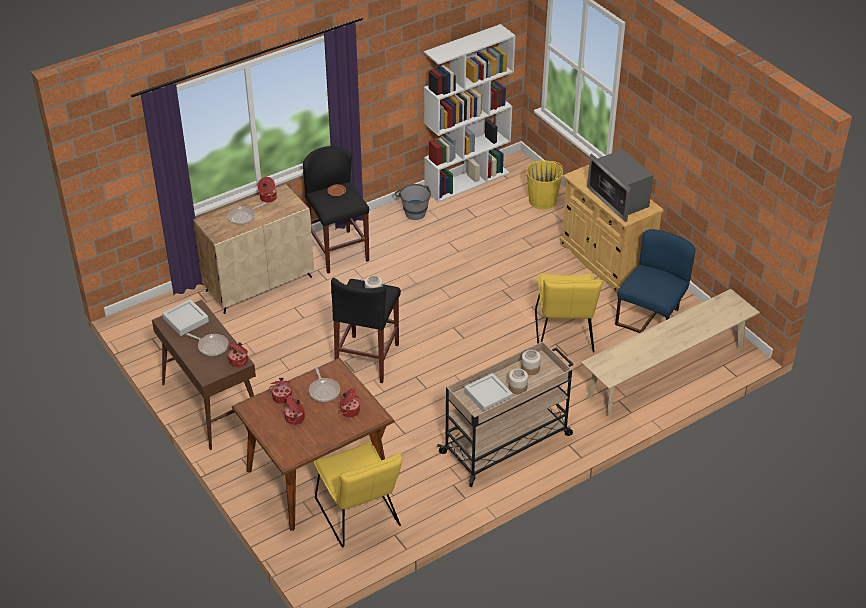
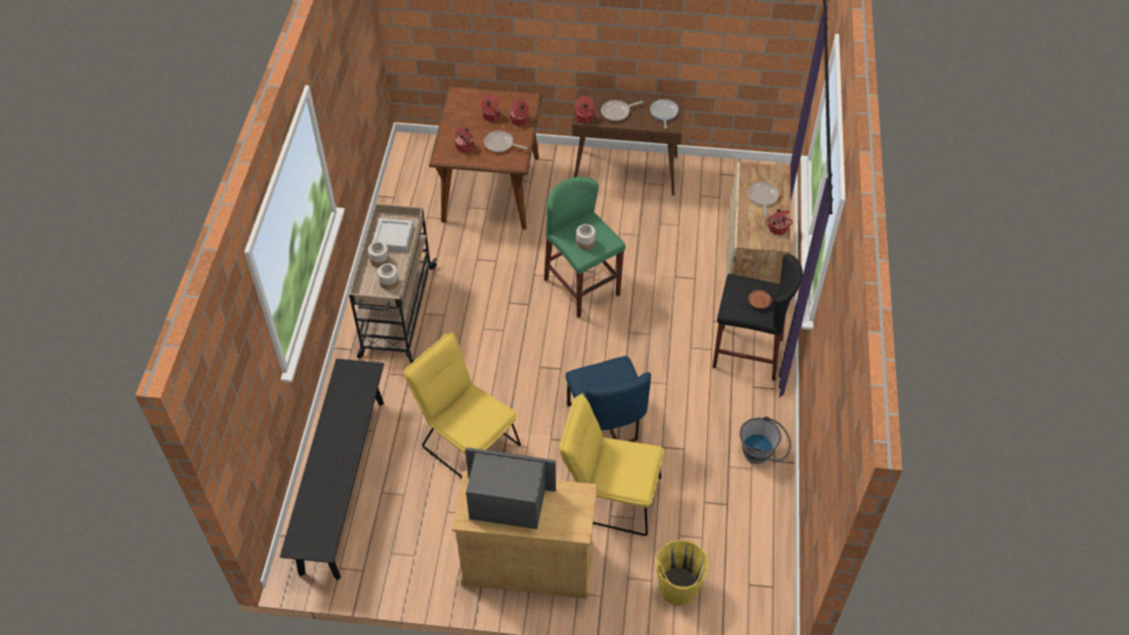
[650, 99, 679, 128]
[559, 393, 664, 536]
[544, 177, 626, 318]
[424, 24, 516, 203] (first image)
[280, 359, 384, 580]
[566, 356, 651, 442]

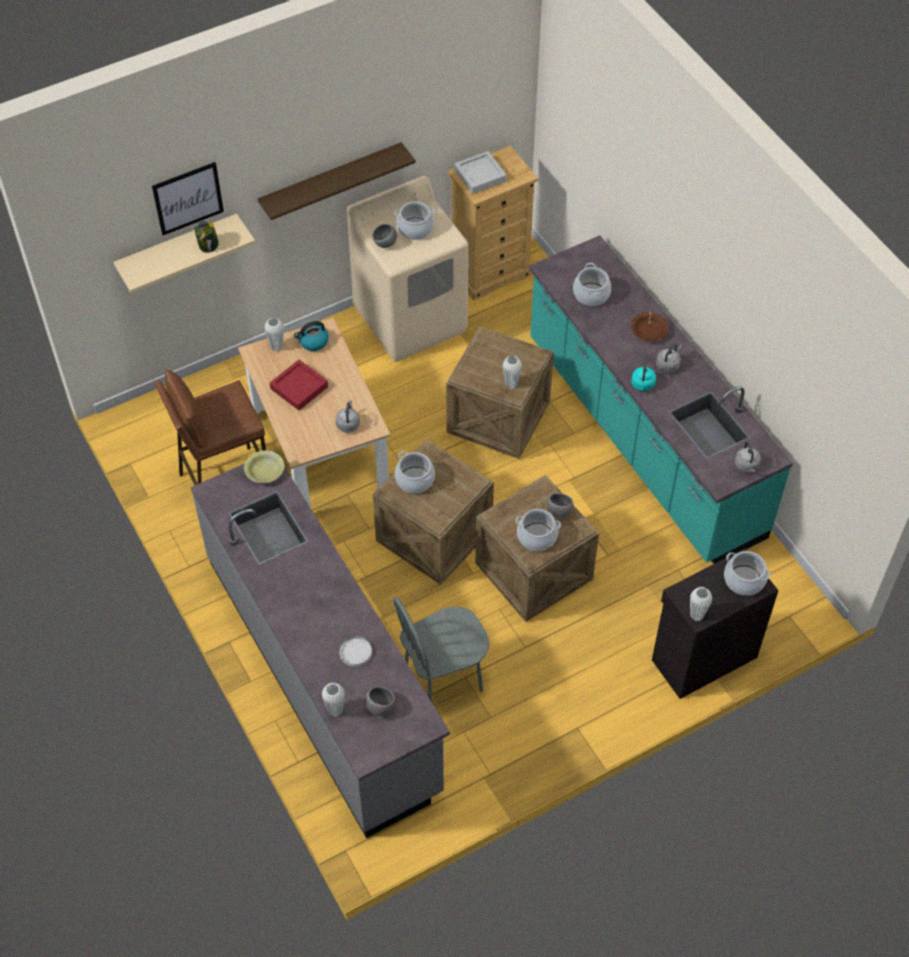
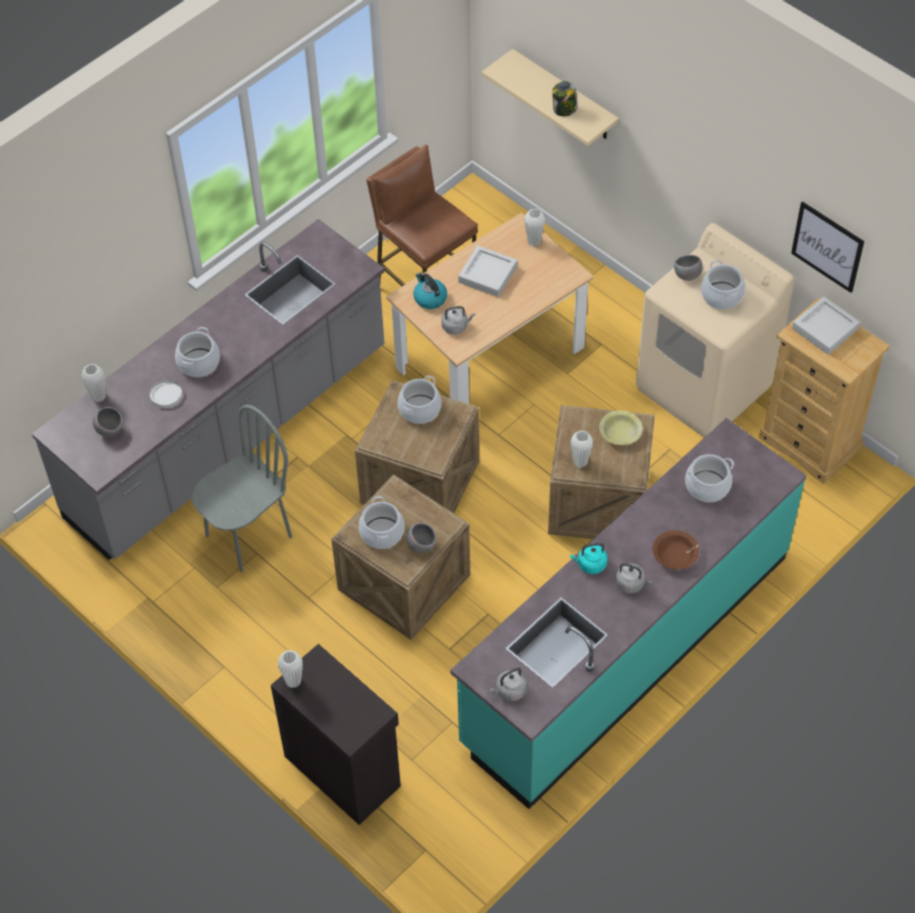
[791, 201, 864, 293]
[599, 410, 643, 445]
[258, 142, 416, 220] (first image)
[458, 246, 517, 297]
[414, 272, 447, 309]
[191, 405, 292, 572]
[175, 327, 220, 377]

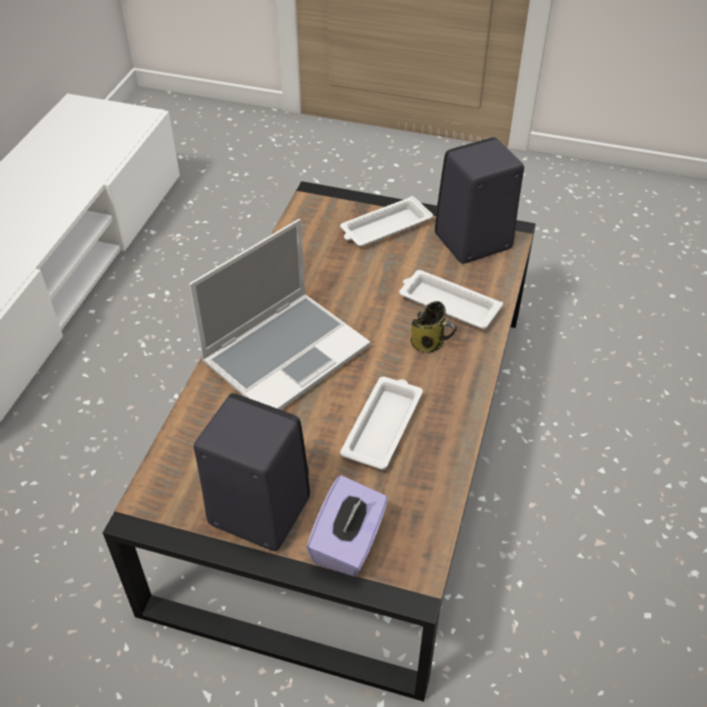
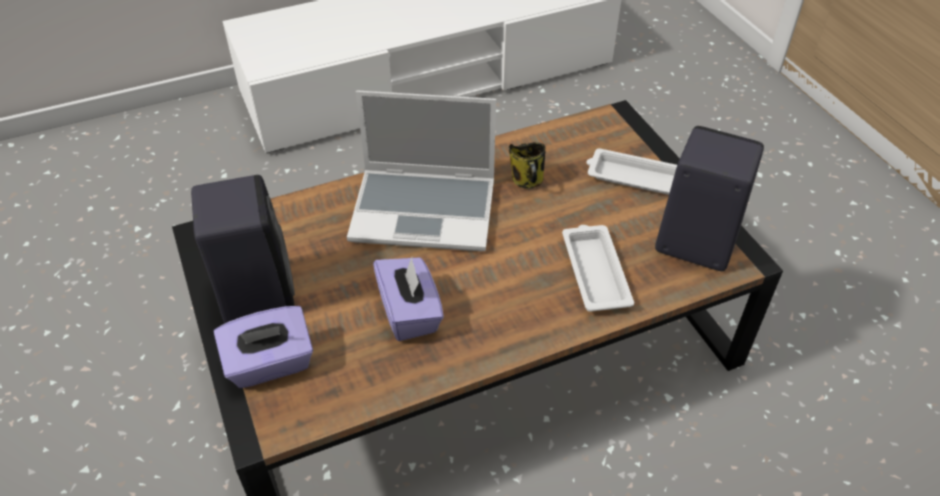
[373, 257, 444, 341]
[509, 142, 546, 189]

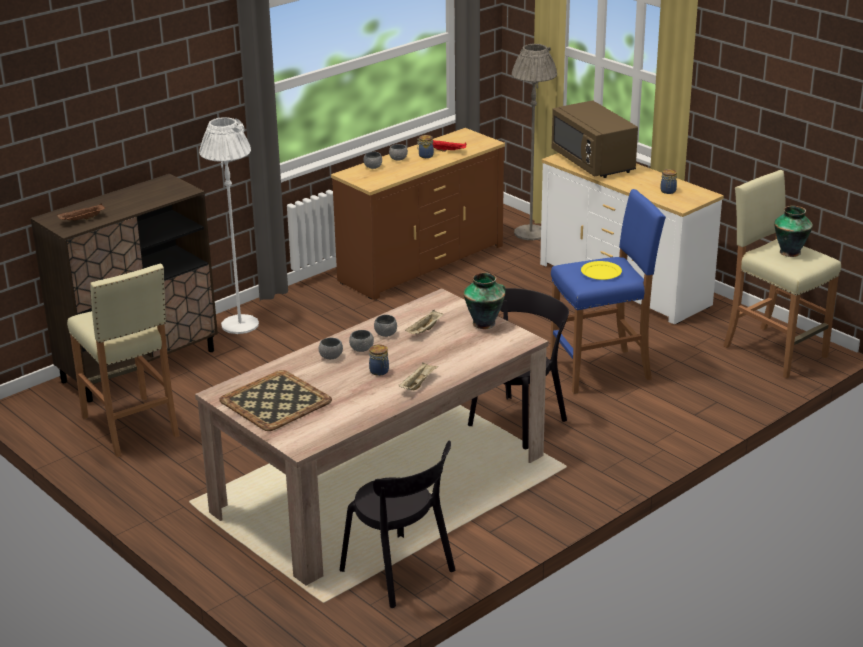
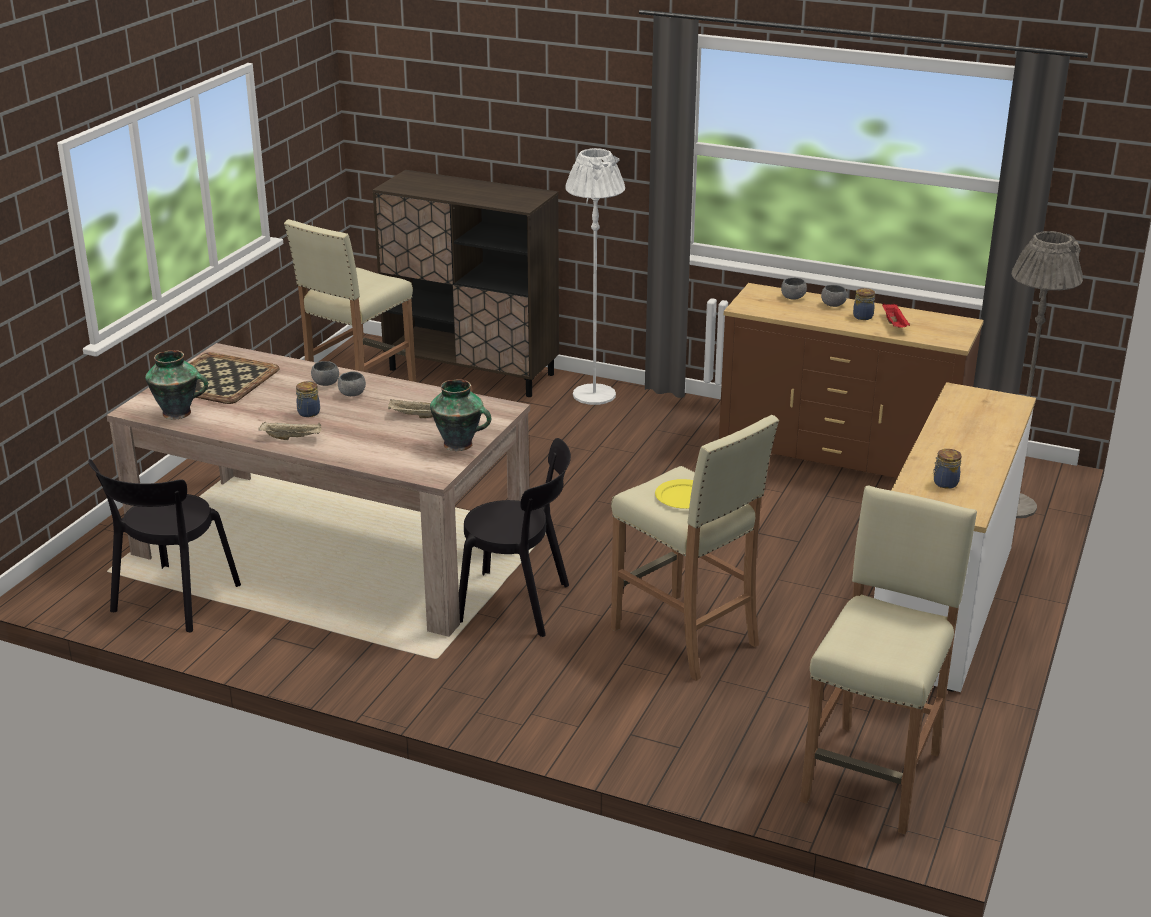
[57, 203, 105, 221] (first image)
[374, 315, 397, 337] (first image)
[611, 415, 779, 681]
[552, 100, 638, 178] (first image)
[145, 350, 208, 420]

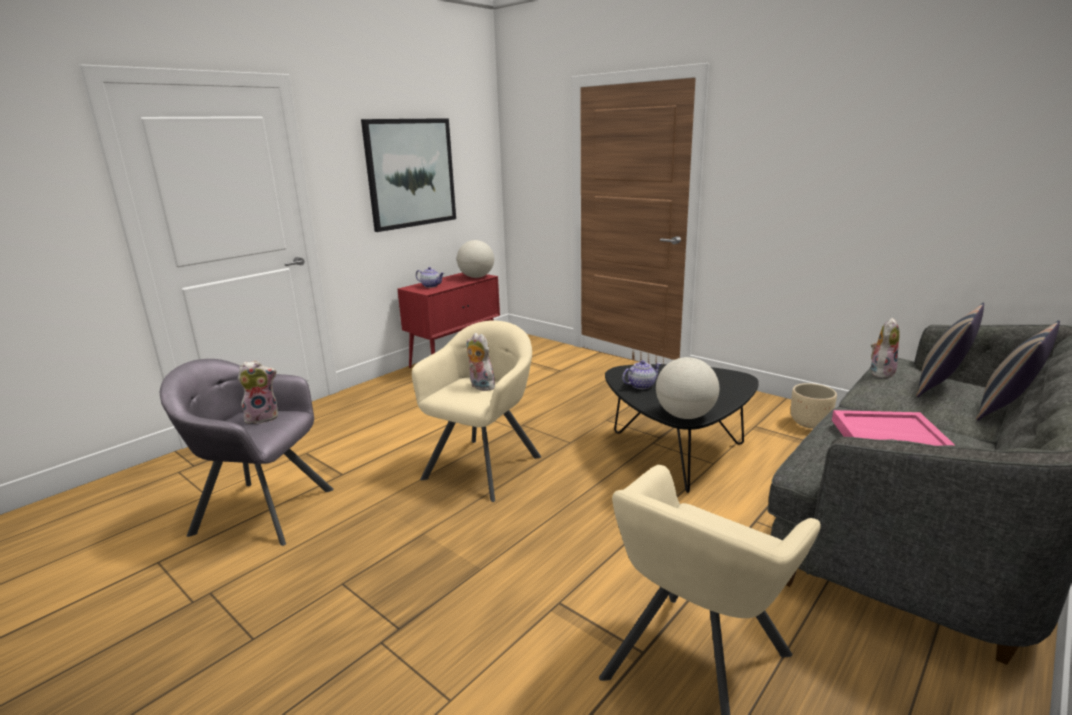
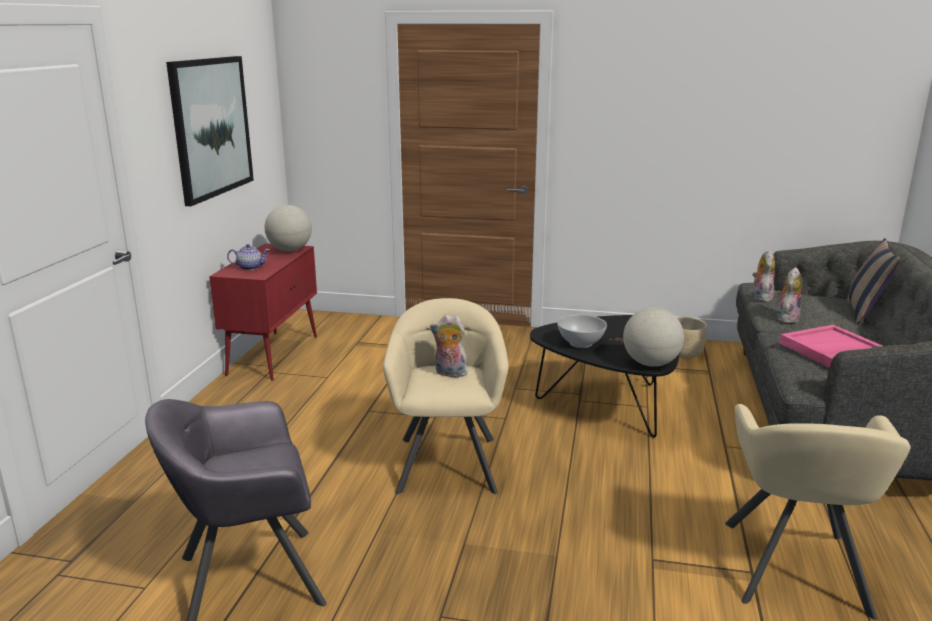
[777, 267, 802, 323]
[557, 314, 607, 348]
[916, 303, 984, 398] (first image)

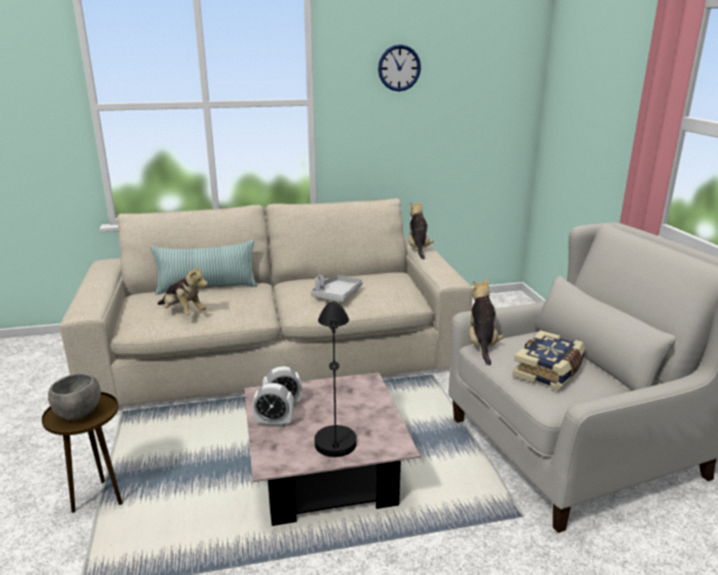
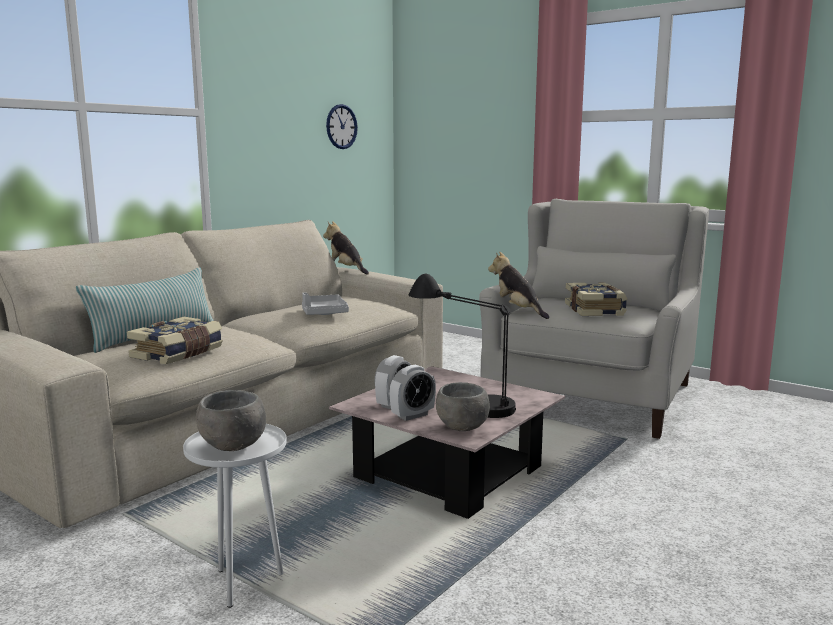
[183, 424, 287, 608]
[127, 317, 223, 364]
[326, 104, 358, 149]
[436, 382, 490, 431]

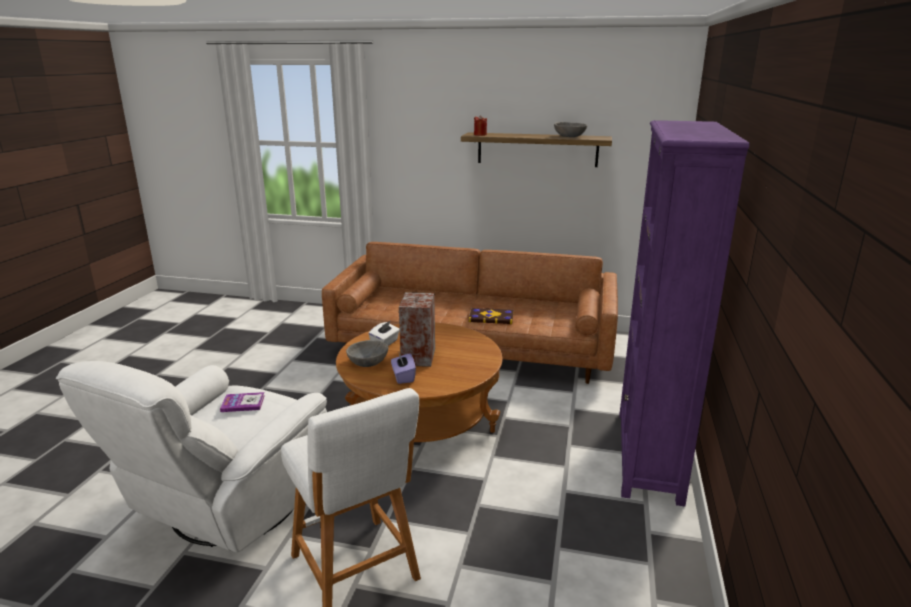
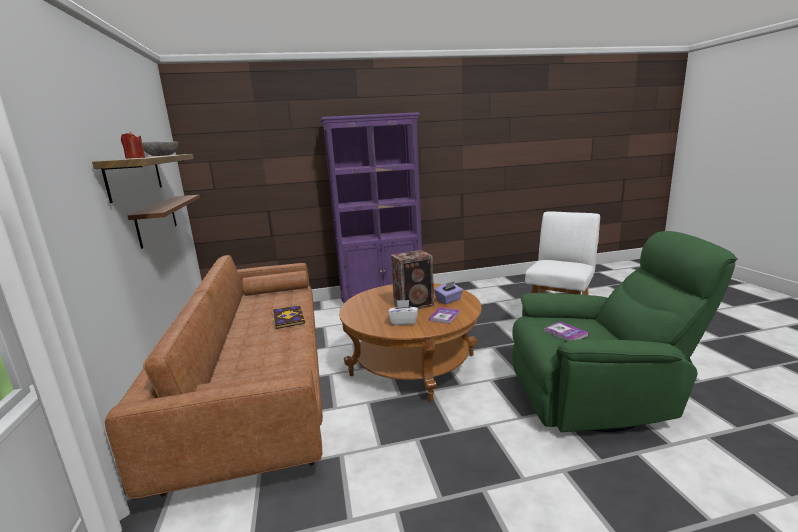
[512, 231, 737, 432]
[429, 307, 460, 324]
[128, 195, 200, 249]

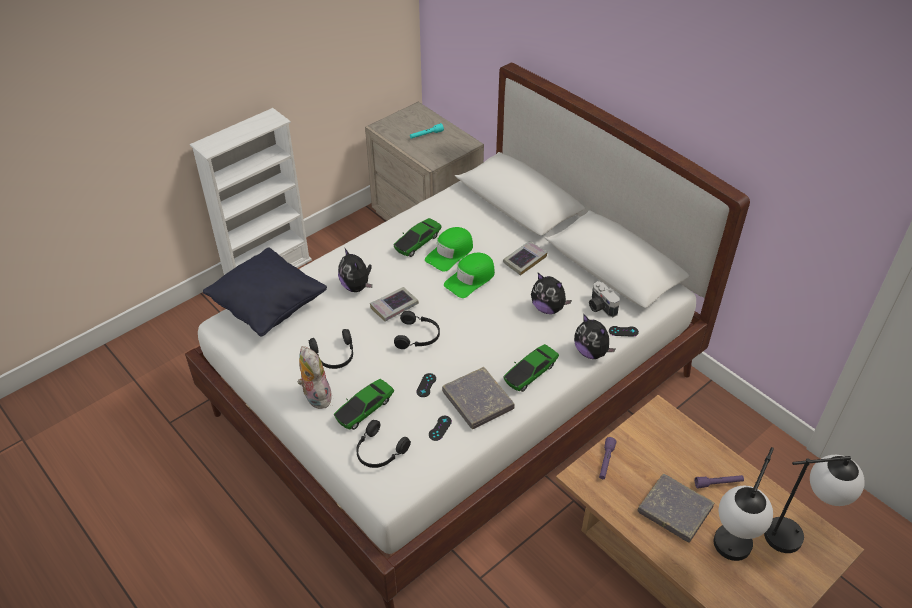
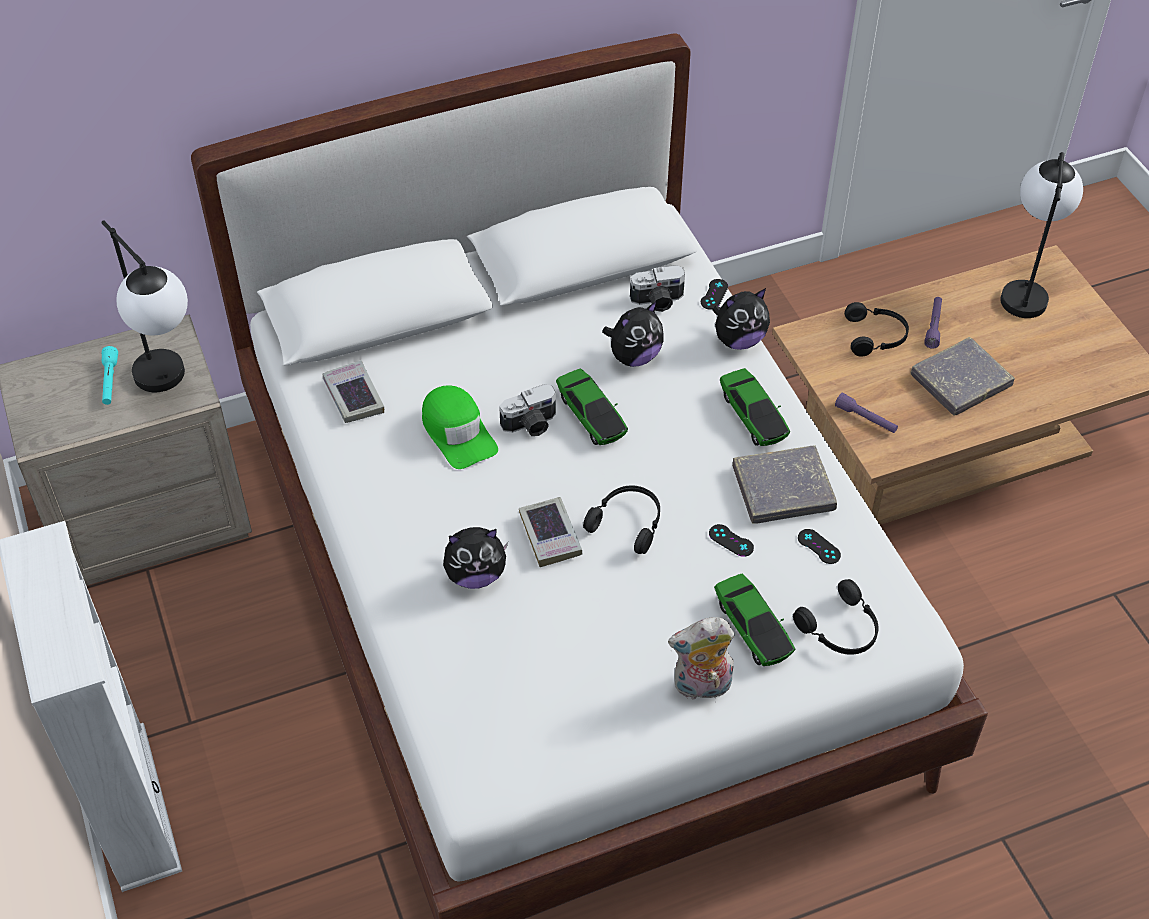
[203, 247, 327, 337] (first image)
[845, 302, 909, 357]
[556, 369, 628, 445]
[499, 384, 556, 436]
[323, 360, 384, 423]
[101, 221, 188, 392]

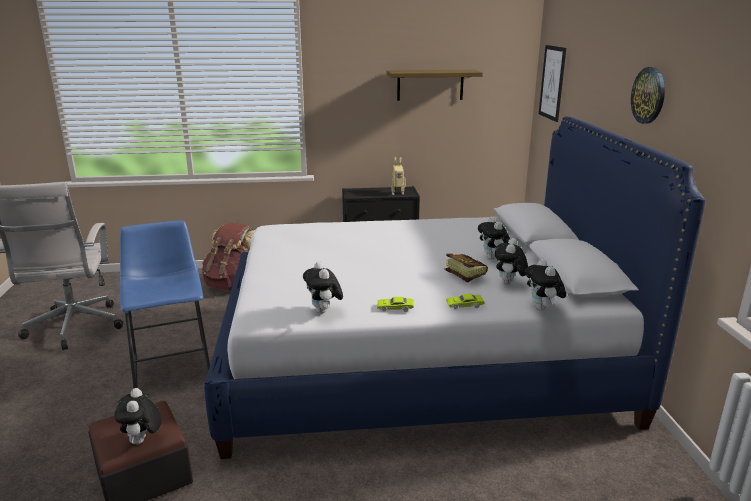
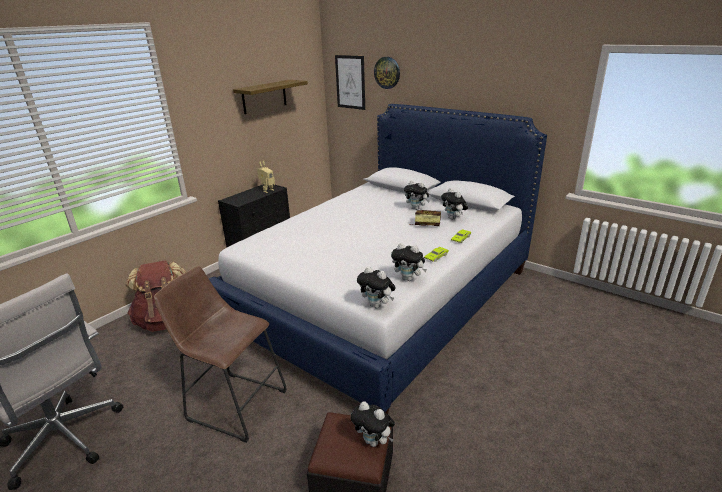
[154, 266, 287, 443]
[357, 266, 395, 308]
[374, 57, 400, 89]

